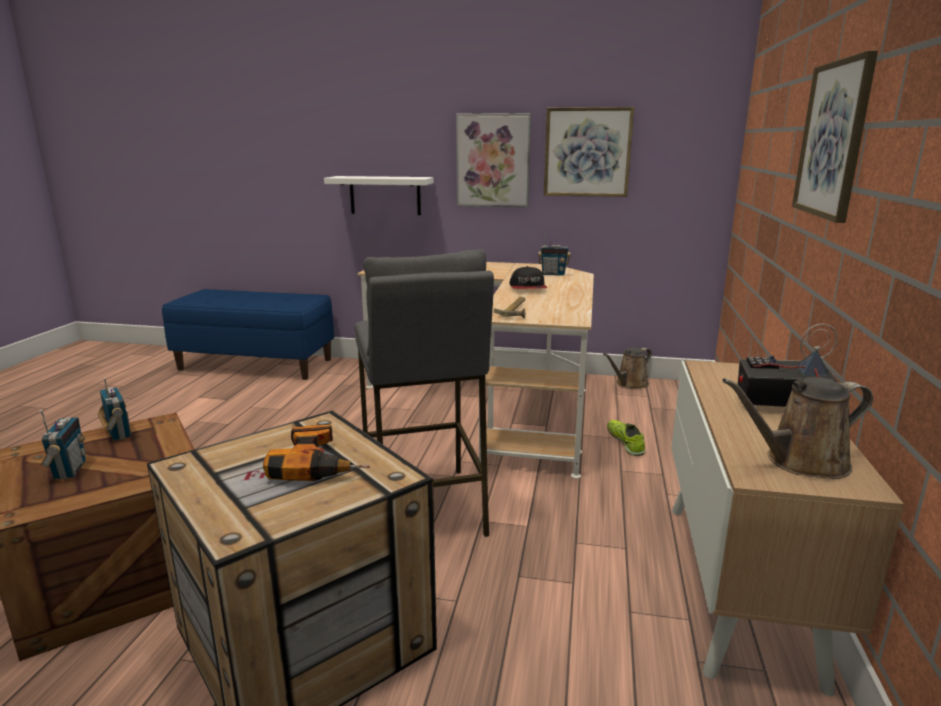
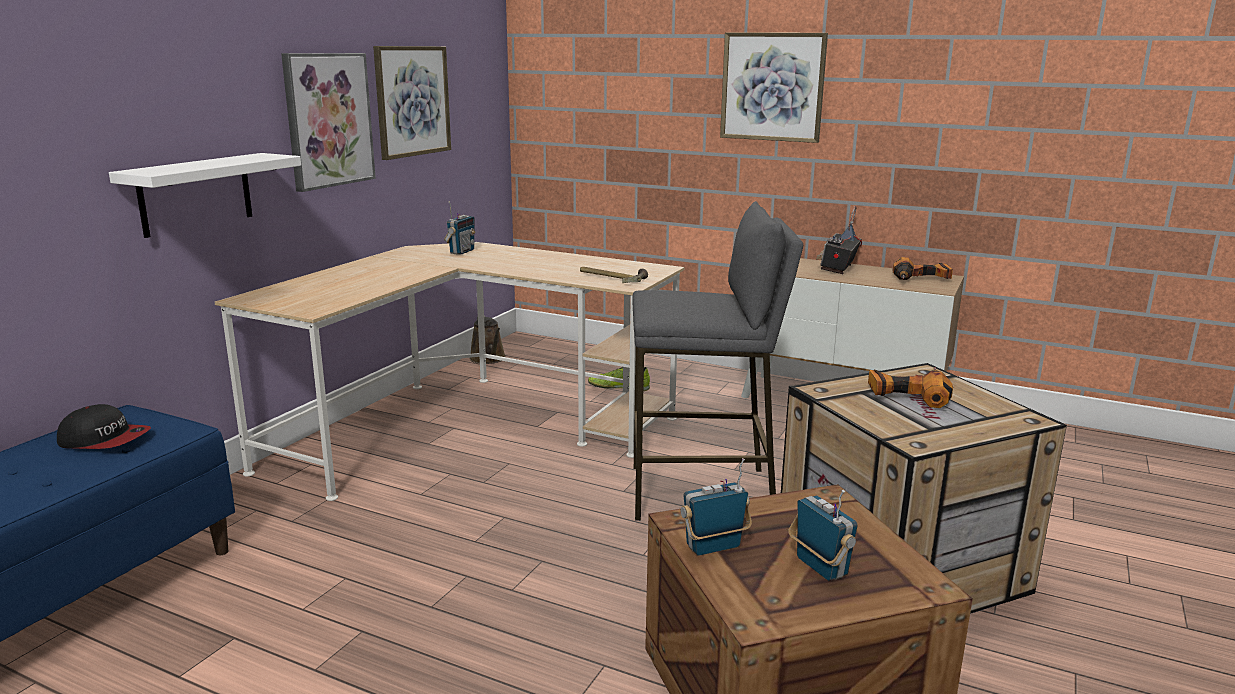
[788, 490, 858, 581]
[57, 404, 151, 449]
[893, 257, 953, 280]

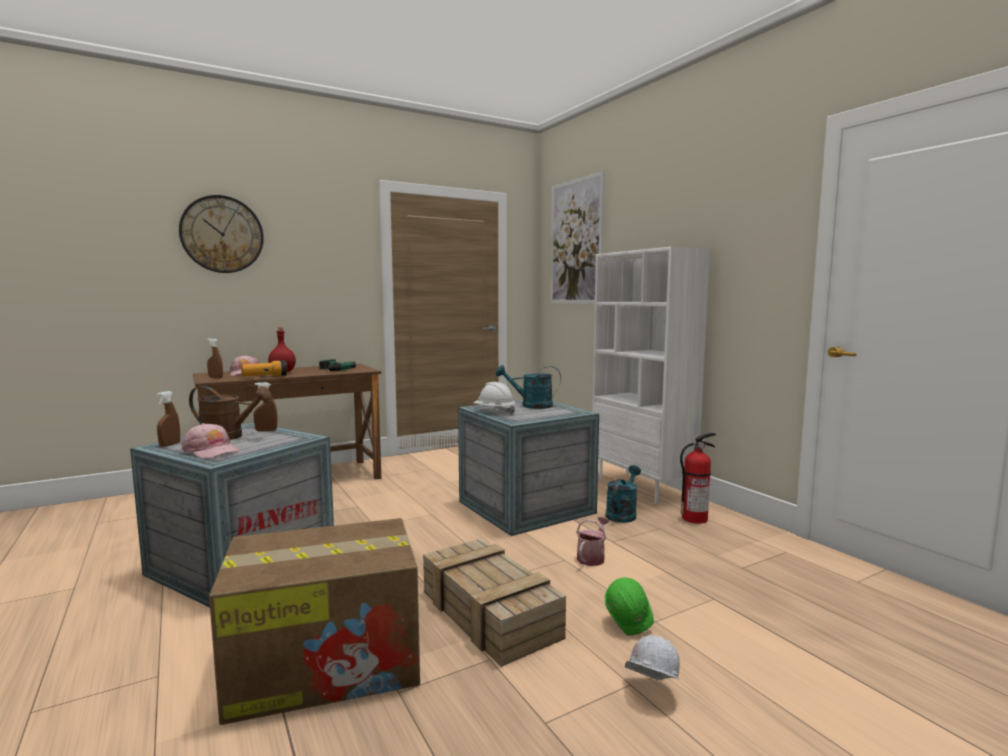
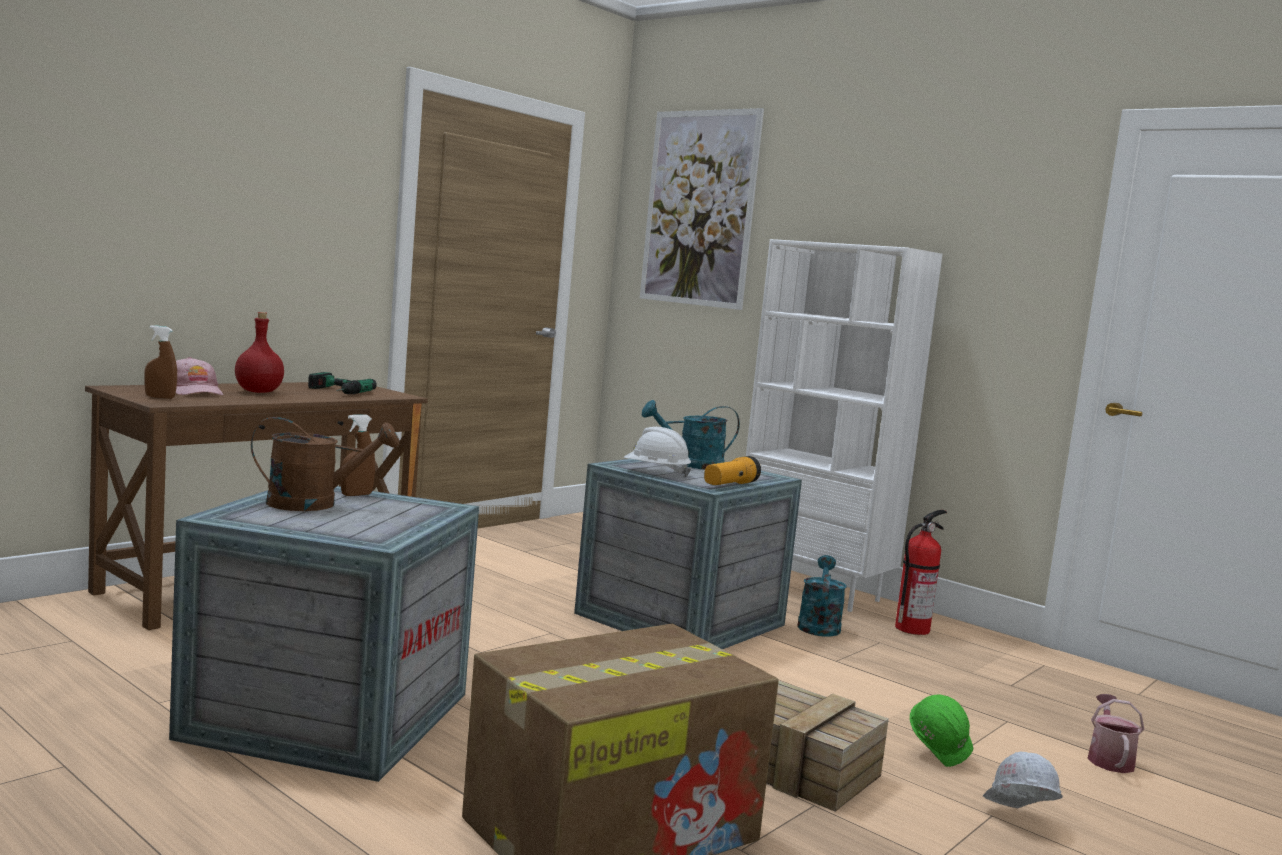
[157, 391, 180, 447] (first image)
[179, 195, 264, 273] (first image)
[182, 423, 240, 459] (first image)
[704, 456, 761, 485]
[1087, 694, 1144, 773]

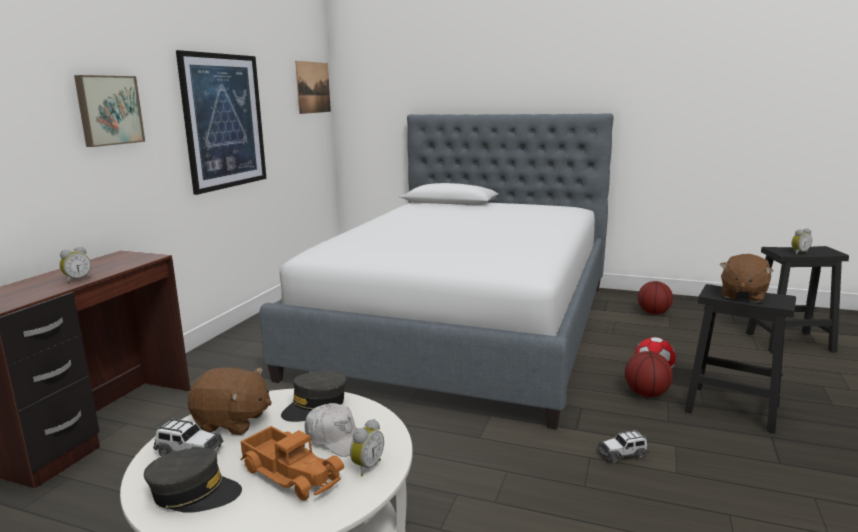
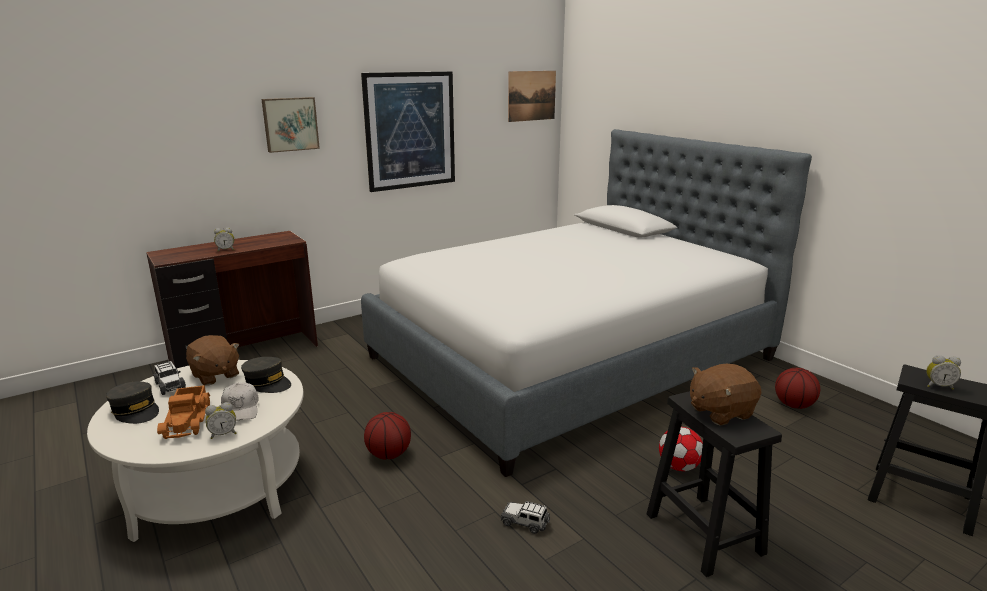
[241, 357, 291, 393]
[364, 412, 411, 459]

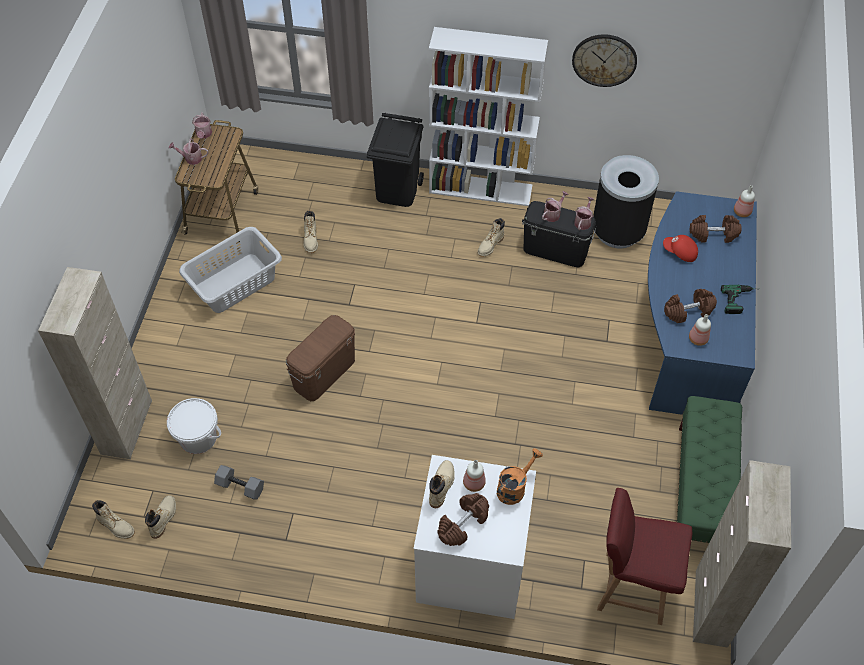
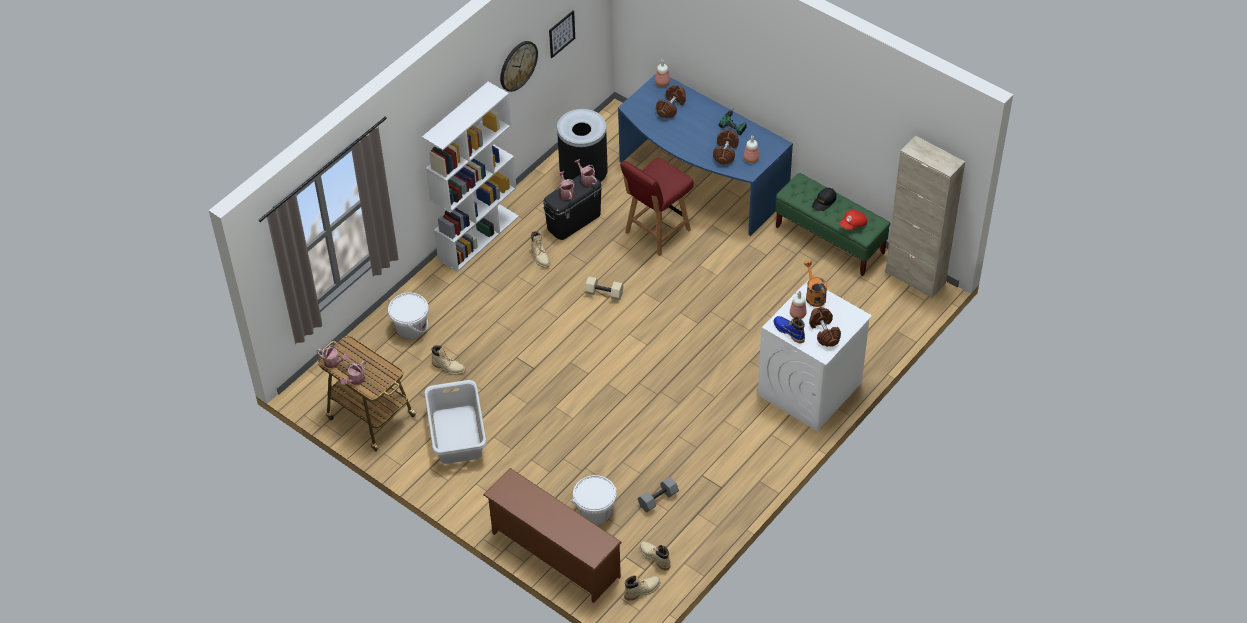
[483, 468, 622, 603]
[286, 315, 355, 401] (first image)
[367, 113, 424, 207] (first image)
[774, 316, 805, 343]
[620, 157, 694, 256]
[840, 210, 867, 230]
[388, 292, 429, 339]
[549, 10, 575, 58]
[585, 276, 623, 300]
[812, 188, 836, 211]

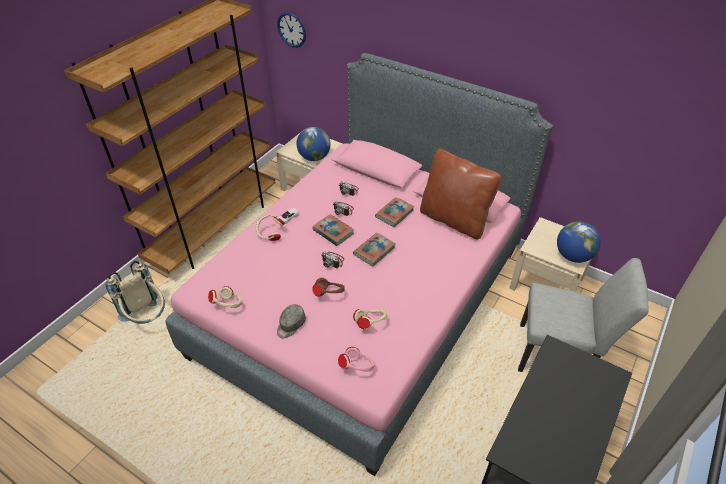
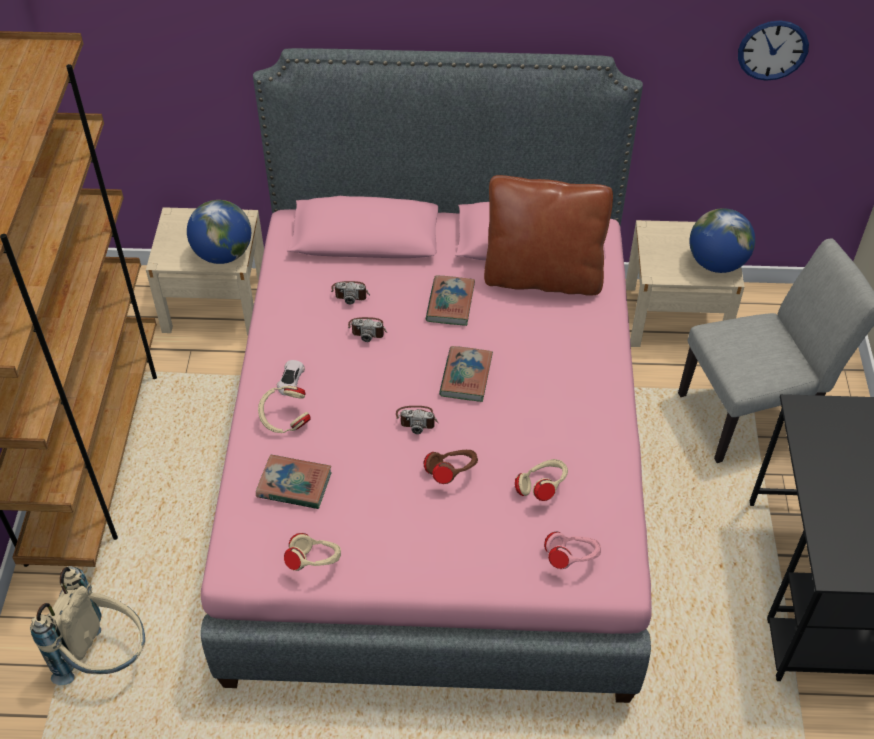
[738, 20, 809, 81]
[277, 304, 306, 338] (first image)
[256, 455, 332, 509]

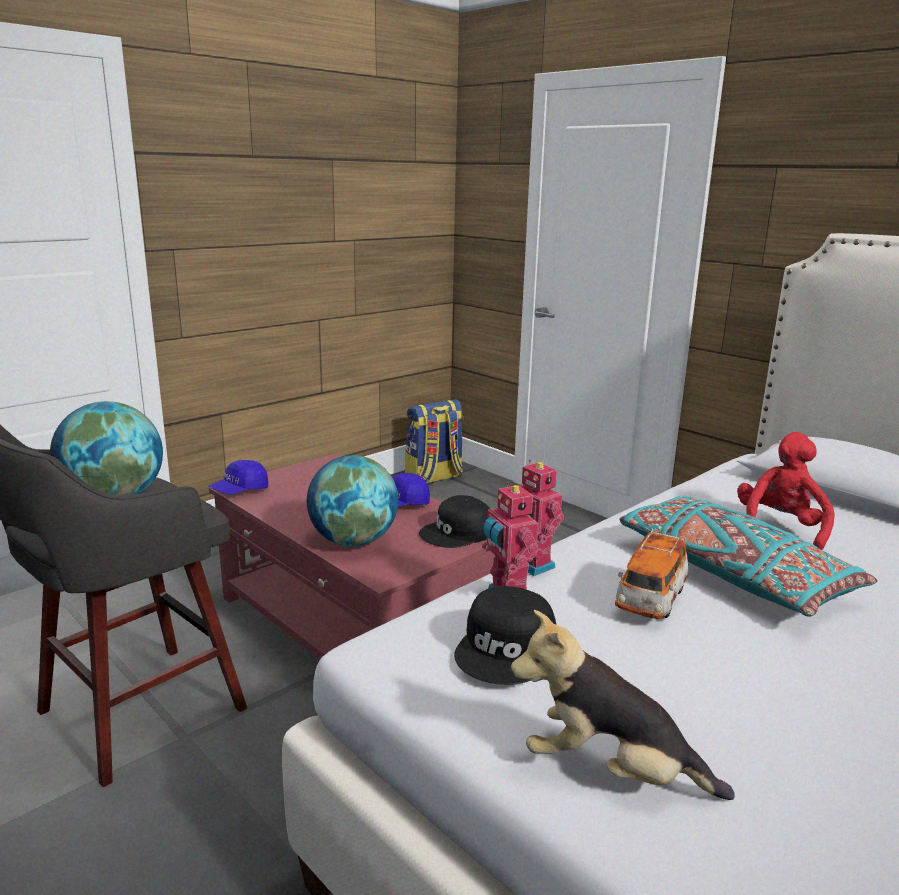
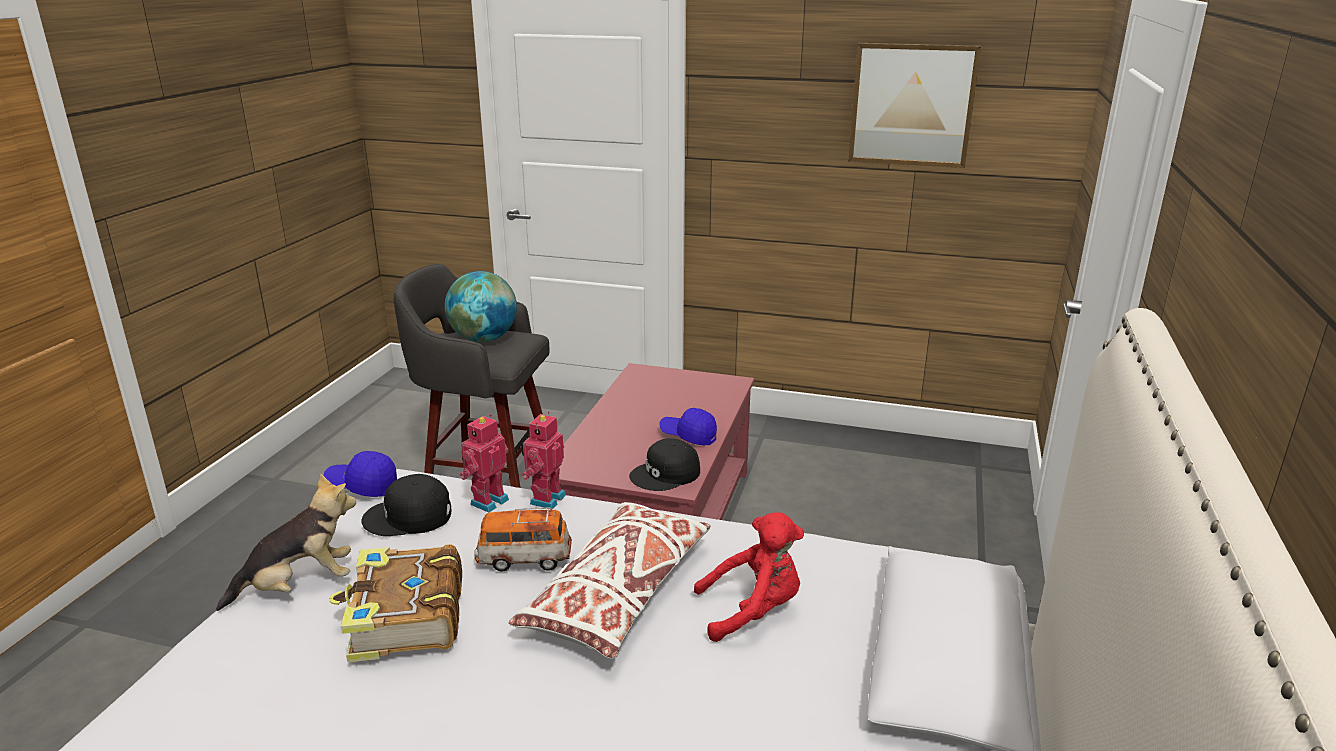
[324, 451, 397, 497]
[307, 455, 398, 547] (first image)
[405, 400, 463, 483] (first image)
[629, 438, 700, 491]
[216, 473, 356, 611]
[509, 502, 711, 659]
[329, 544, 462, 662]
[848, 43, 981, 168]

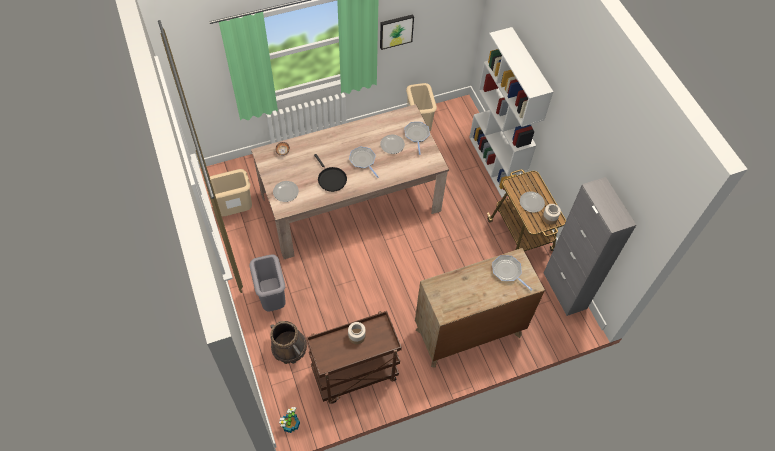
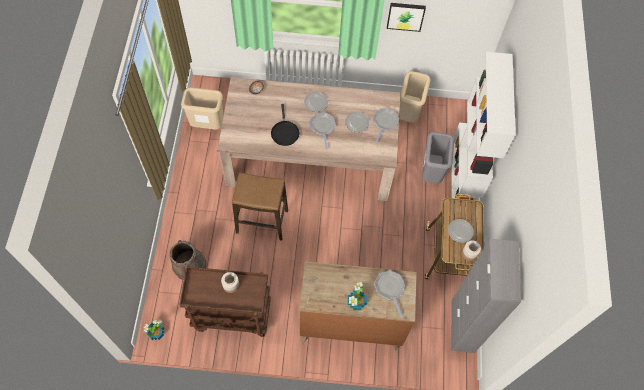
[422, 132, 454, 184]
[304, 92, 328, 112]
[232, 172, 288, 241]
[348, 282, 367, 310]

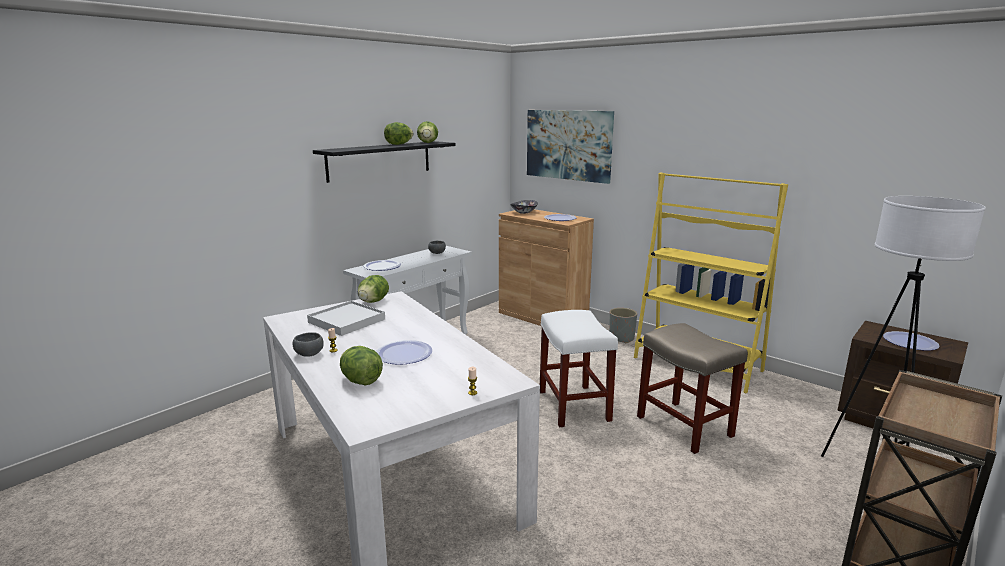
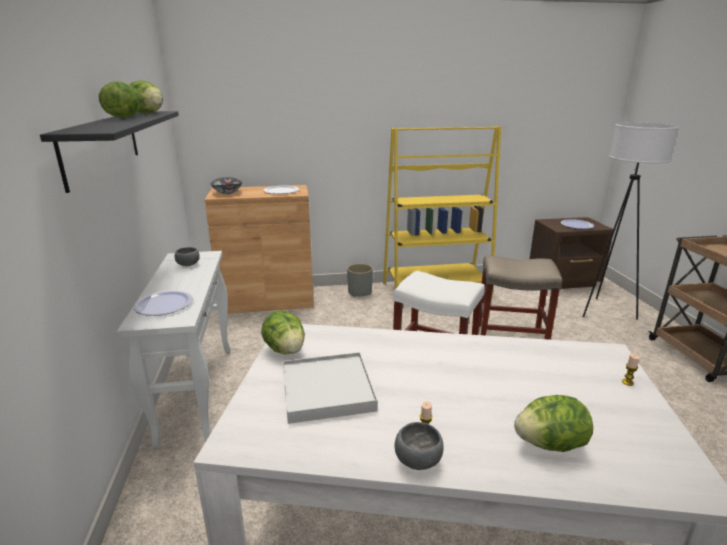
[376, 340, 432, 365] (first image)
[527, 110, 614, 184] (first image)

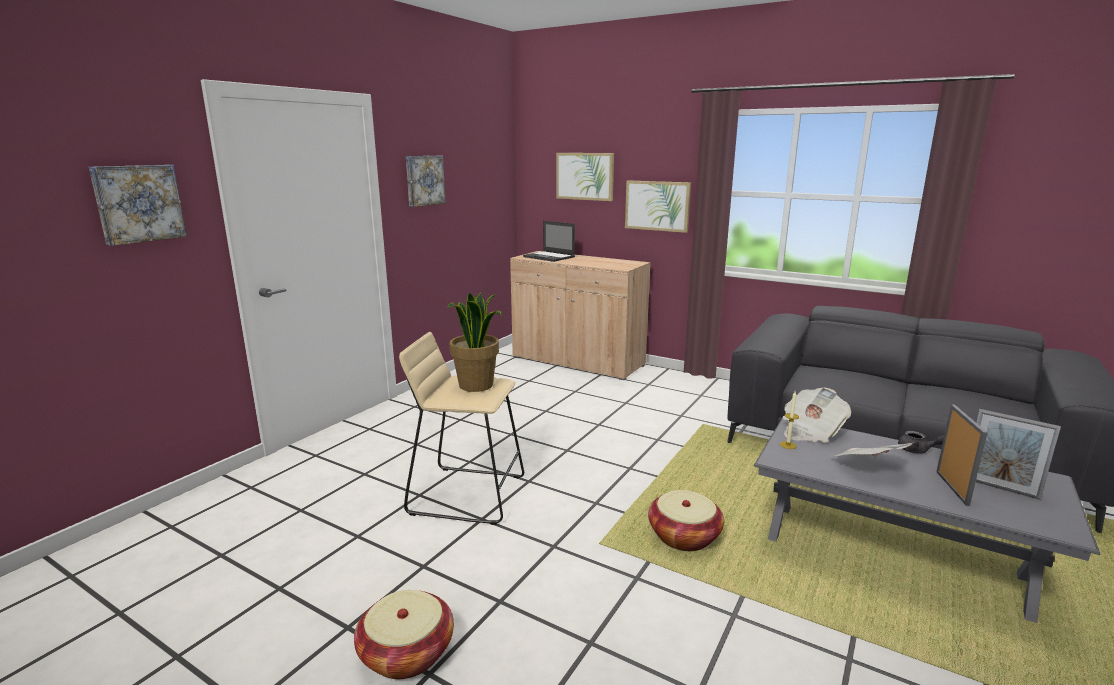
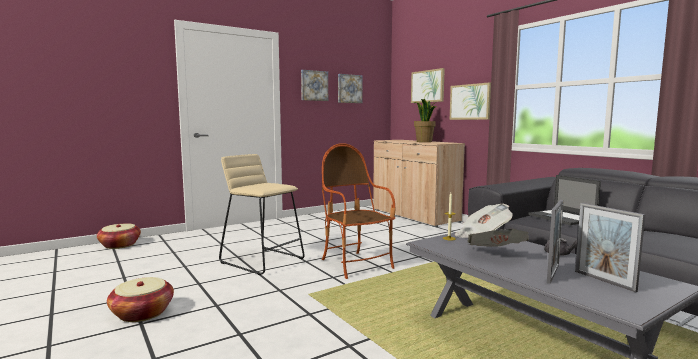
[338, 74, 363, 103]
[414, 99, 437, 142]
[528, 175, 601, 225]
[97, 223, 141, 249]
[322, 143, 396, 279]

